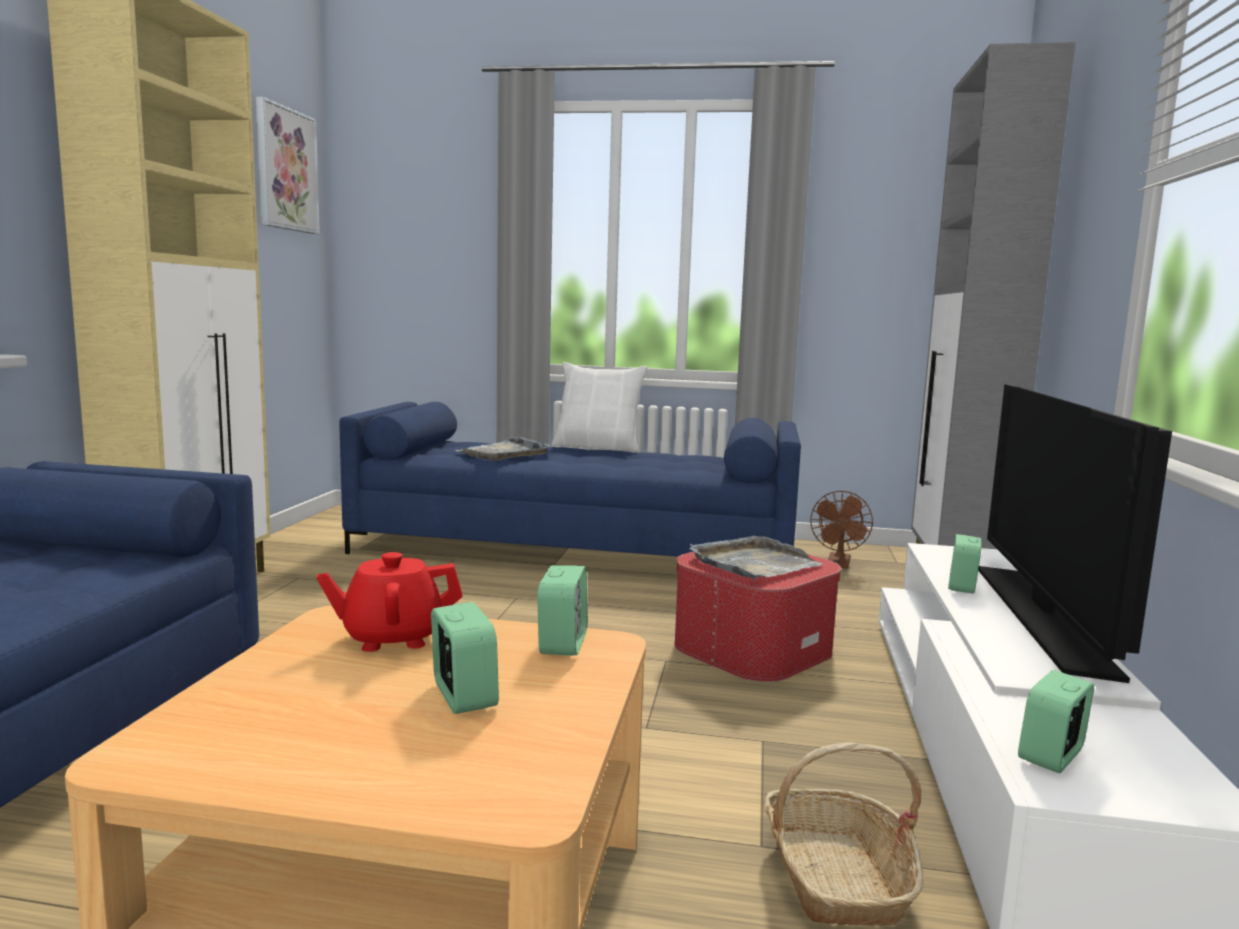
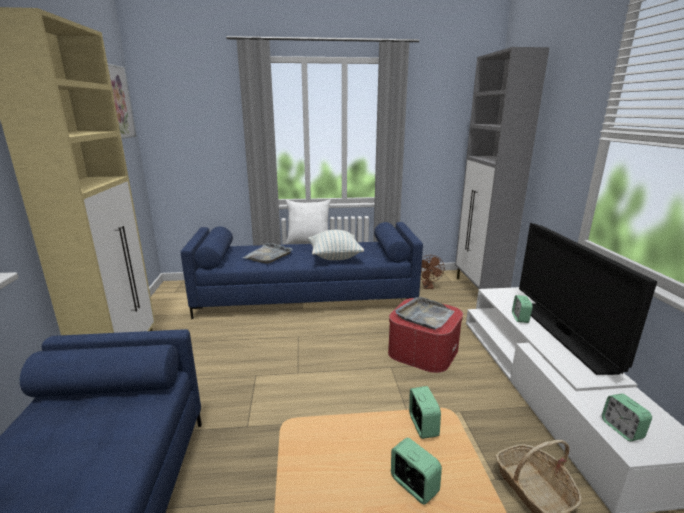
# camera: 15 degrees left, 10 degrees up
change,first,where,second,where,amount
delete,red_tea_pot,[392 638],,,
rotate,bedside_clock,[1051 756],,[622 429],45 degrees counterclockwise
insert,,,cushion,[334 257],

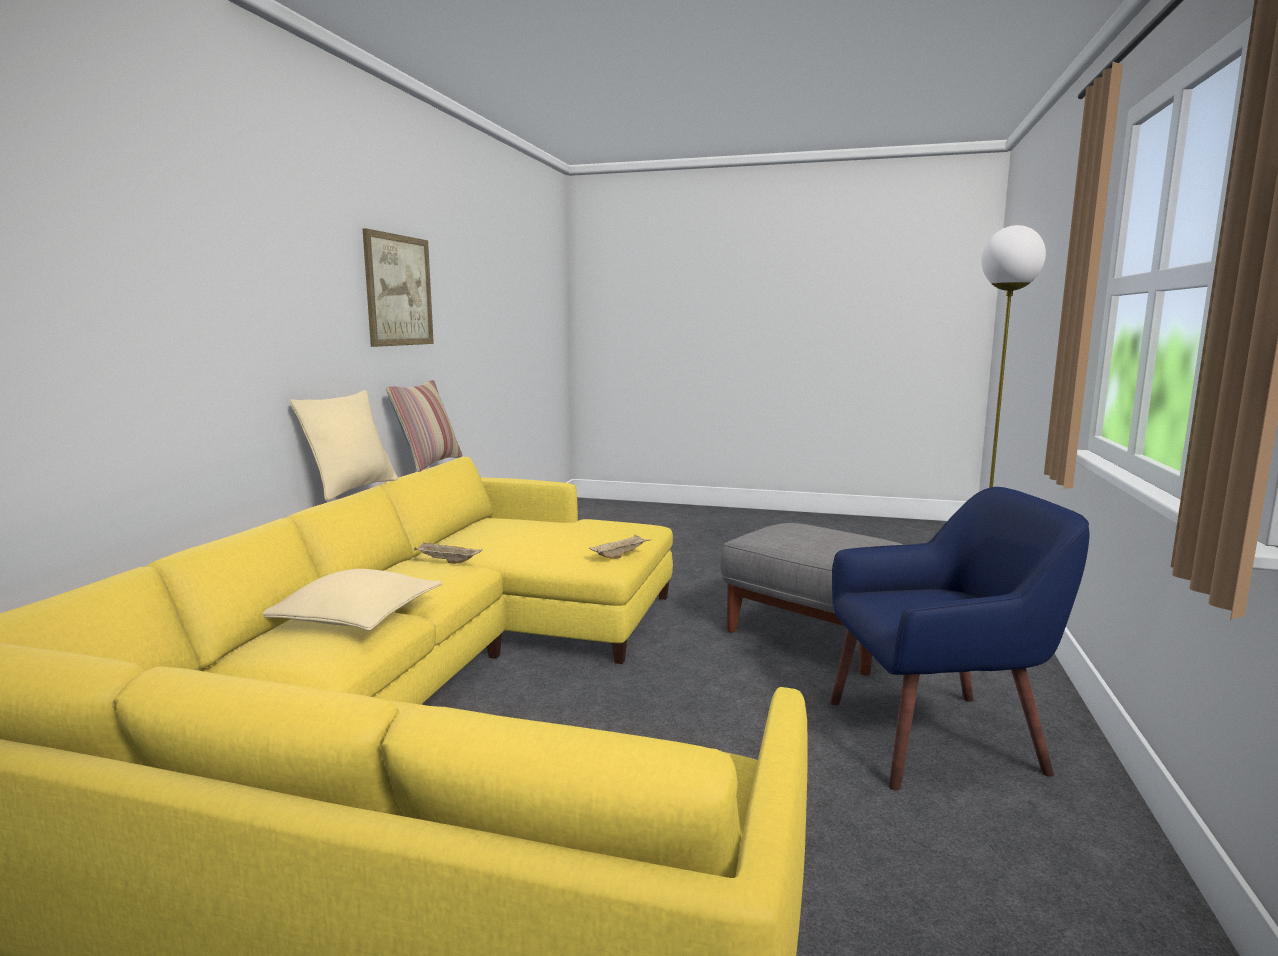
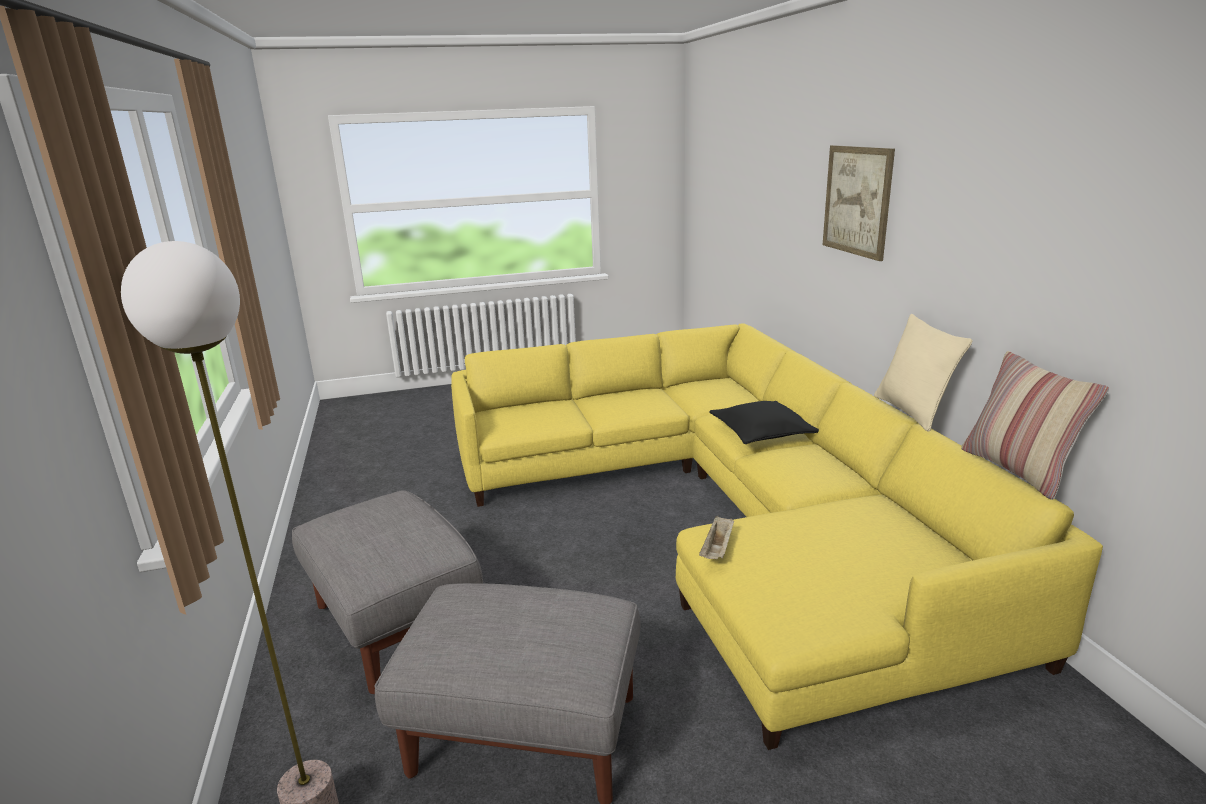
# camera: 150 degrees right, 10 degrees up
change,first,where,second,where,amount
recolor,beige-coloured_cushion,[356 616],blackish_cushion,[762 433],
move,wall_picture,[399 290],,[857 201],
delete,beige-coloured_serving_tray,[447 561],,,
replace,blue_lounge_chair,[936 737],gray_footrest,[396 624],

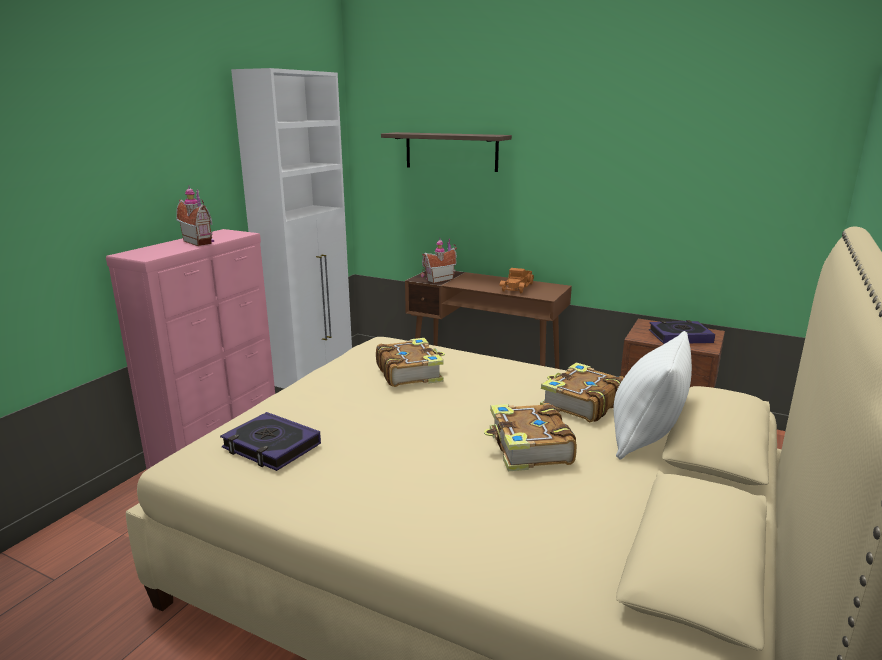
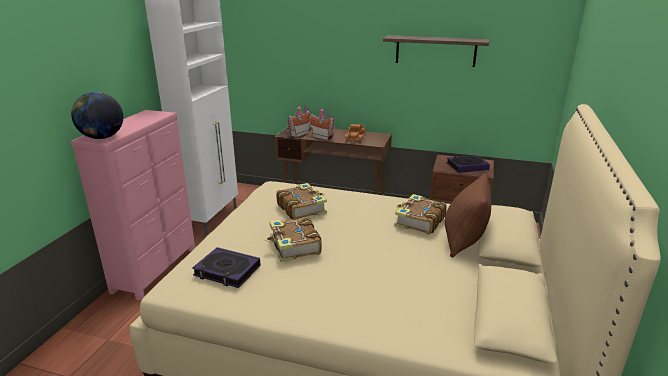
# camera: 10 degrees left, 5 degrees up
change,first,where,second,where,amount
move,toy_house,[200 242],,[323 137],
move,shelf,[451 151],,[435 51],
move,volume,[528 449],,[294 246],
recolor,white-coloured_cushion,[645 437],brown_cushion,[463 241],
insert,,,globe,[102 137],

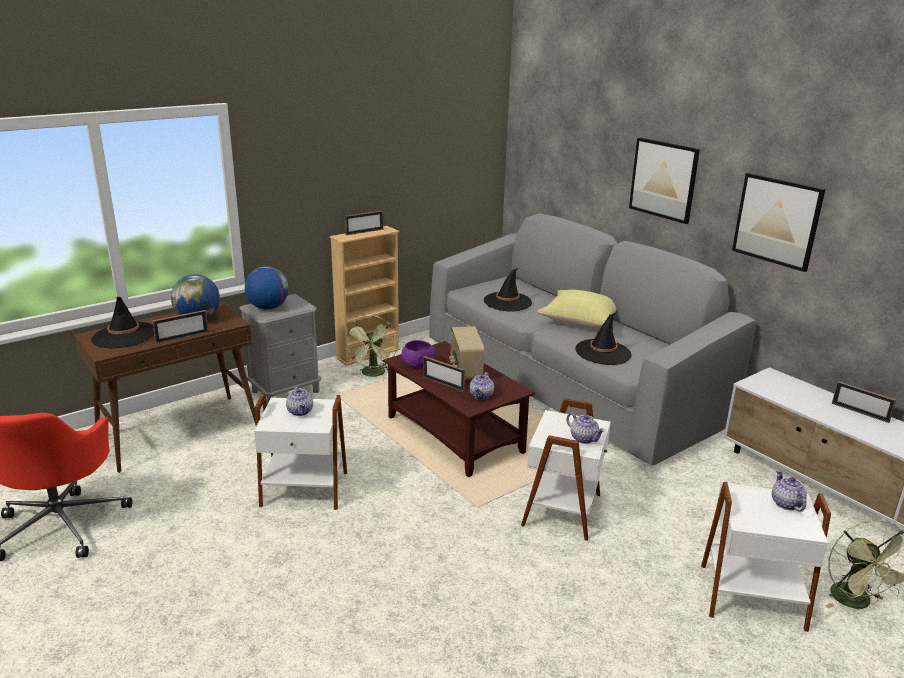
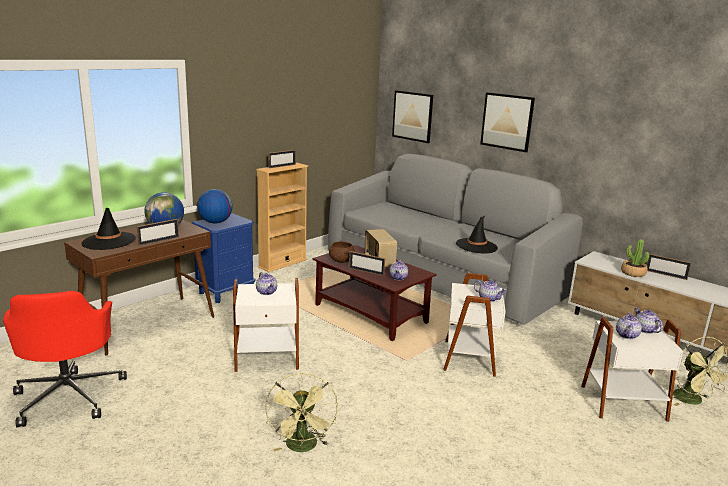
# camera: 10 degrees left, 5 degrees down
change,first,where,second,where,amount
recolor,gray_nightstand,[286 391],blue_nightstand,[226 291],
move,greenish_fan,[373 374],,[303 447],
recolor,purplish_deep_dish,[418 365],brown_deep_dish,[341 260],
delete,blackish_wearable_hat,[507 302],,,
delete,yellow-coloured_cushion,[582 322],,,
move,wall_picture,[777 221],,[412 116],
insert,,,tea_pot,[626 335],
insert,,,plant_in_a_pot,[633 273],

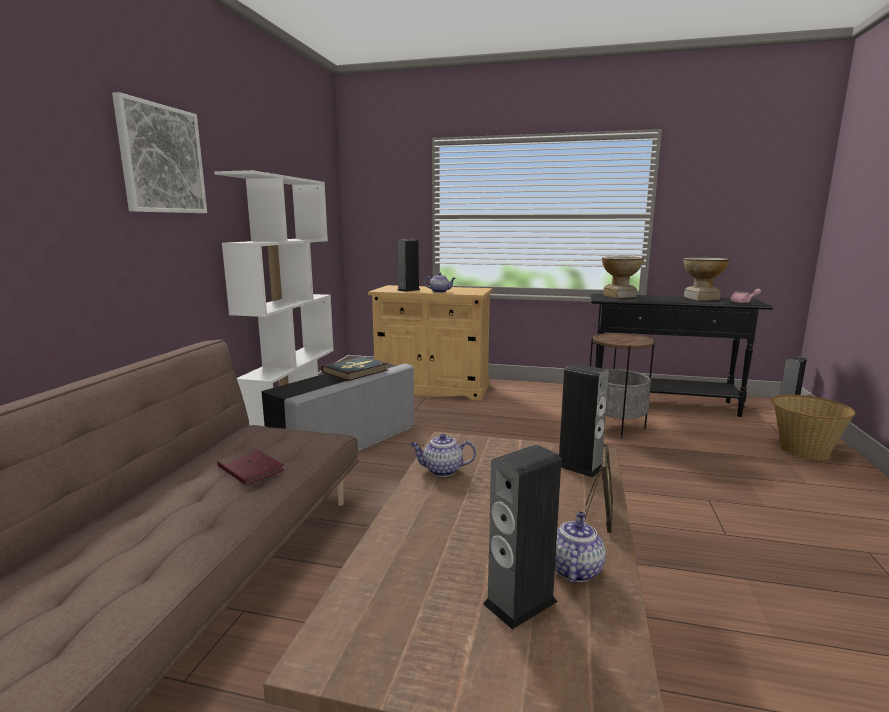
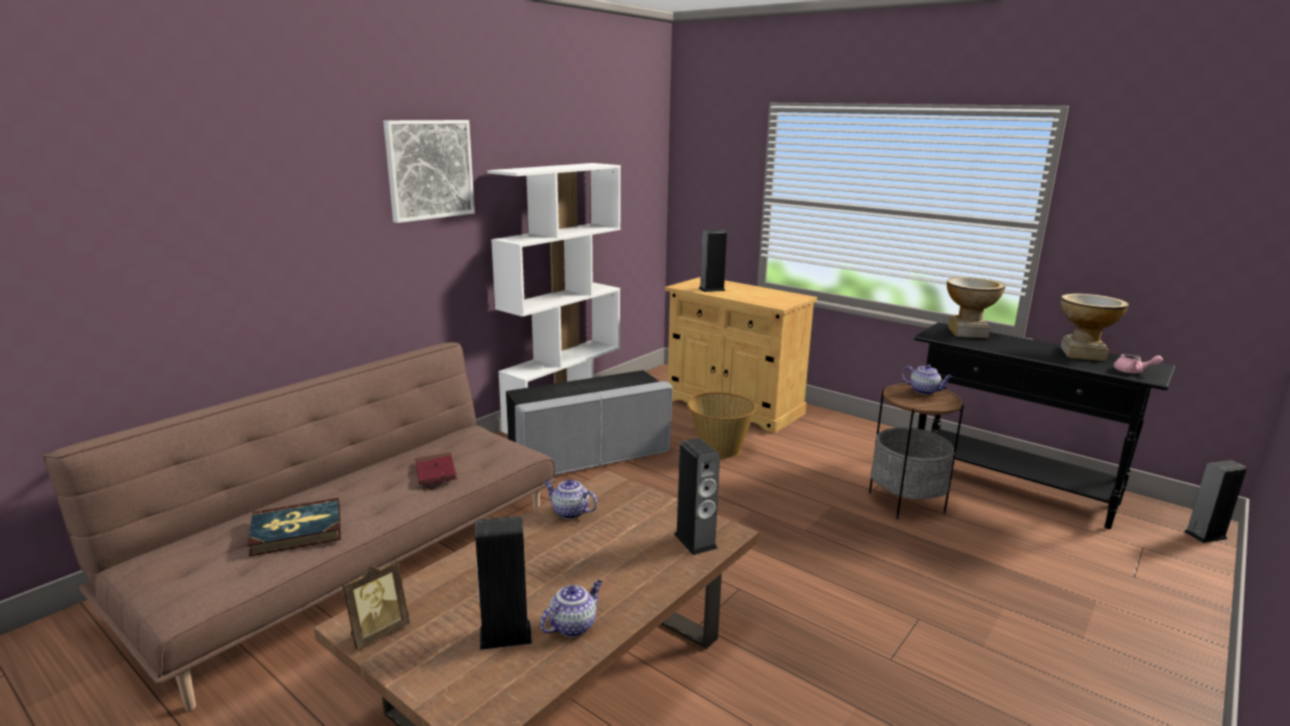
# camera: 25 degrees right, 5 degrees up
change,first,where,second,where,amount
move,volume,[355 371],,[297 530],
move,tea_pot,[440 291],,[924 391],
move,photo_frame,[598 519],,[377 632],
move,storage_basket,[803 451],,[719 449],

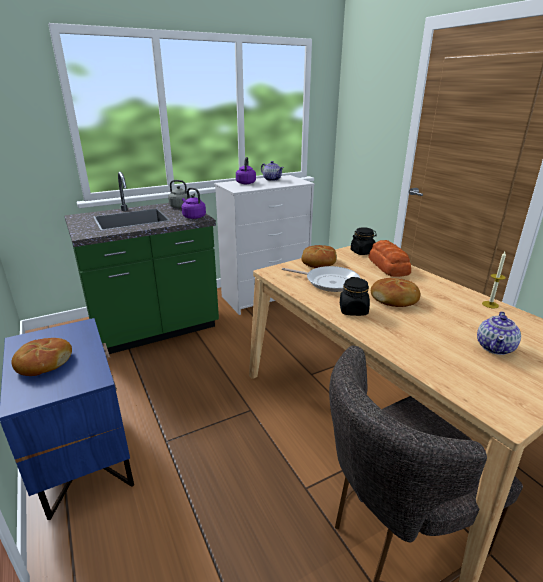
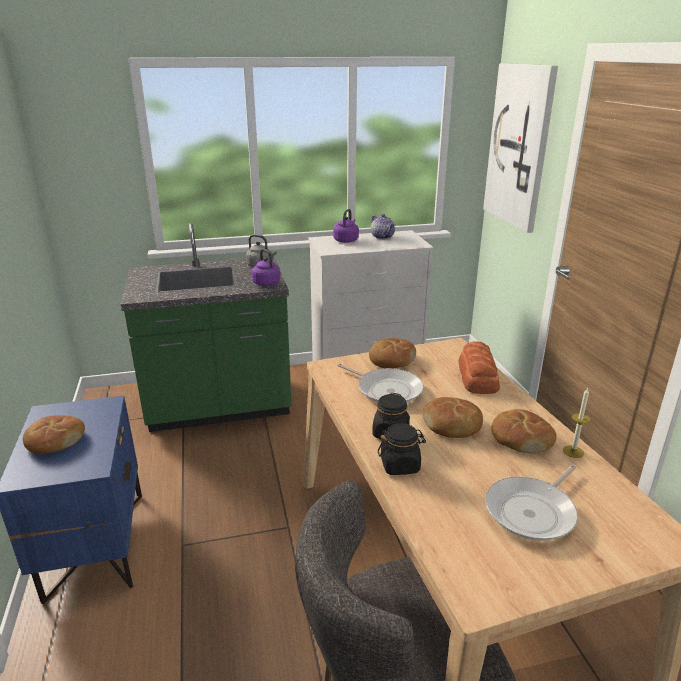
# camera: 15 degrees right, 0 degrees up
change,first,where,second,where,amount
move,blackish_preserve_jar,[362 252],,[400 465],
replace,tea_pot,[495 347],skillet,[533 511],
insert,,,wall_picture,[519 146],
insert,,,bakery_bread,[520 439],

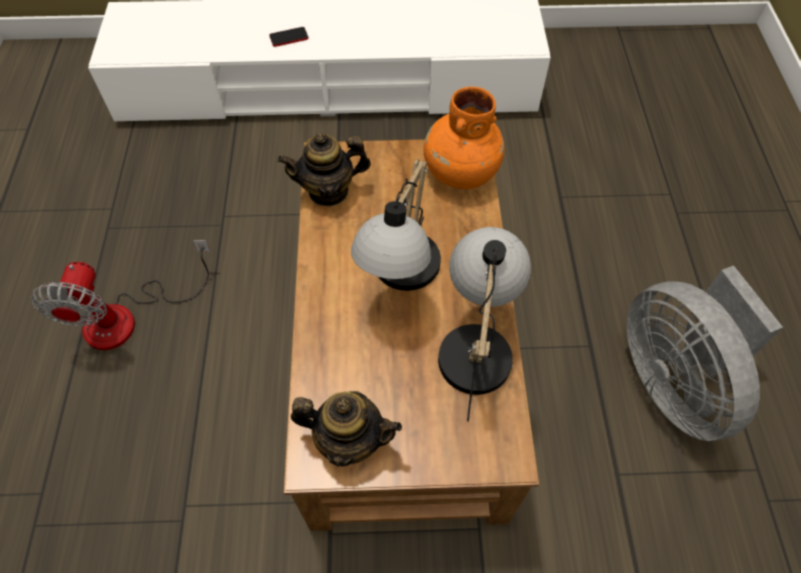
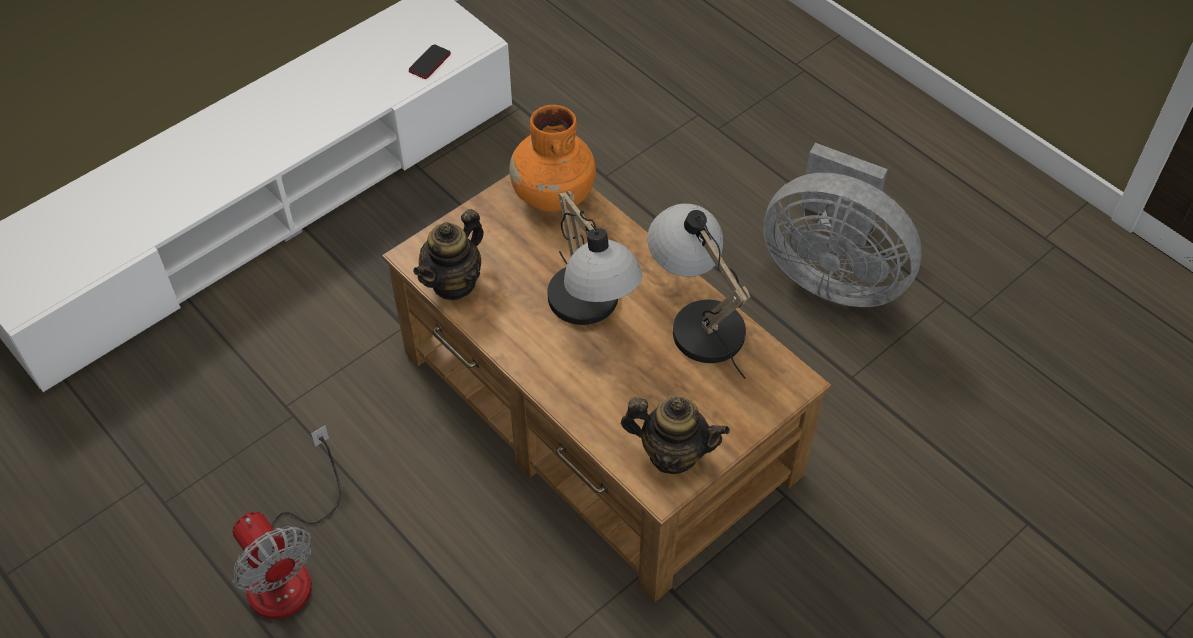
# camera: 40 degrees left, 5 degrees down
change,first,where,second,where,amount
move,handset,[289 37],,[430 62],
rotate,tea_pot,[349 439],,[672 453],45 degrees clockwise

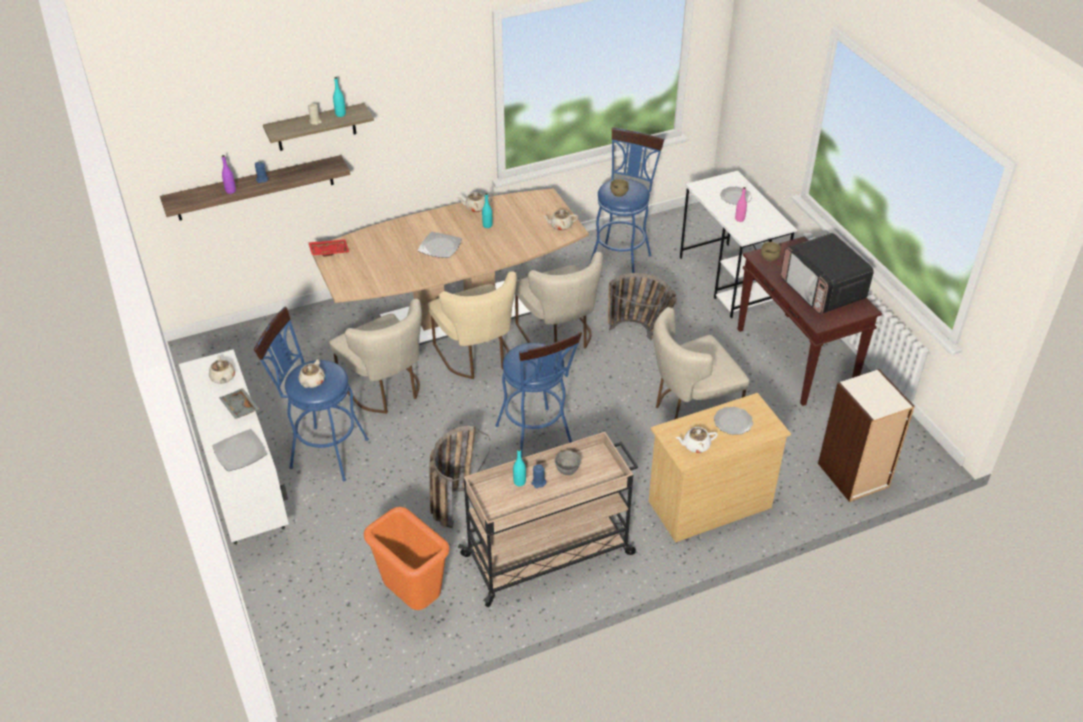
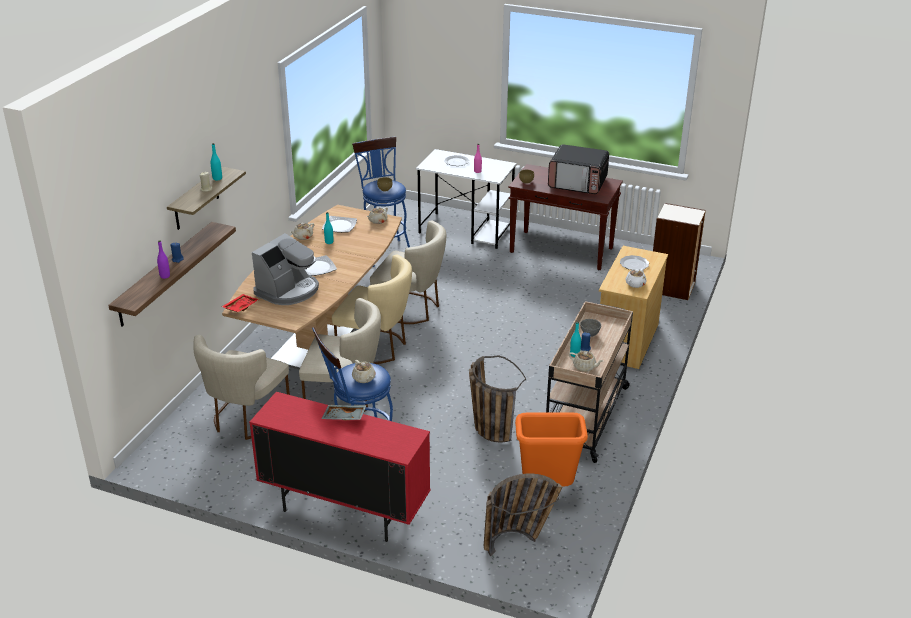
# camera: 45 degrees left, 10 degrees down
change,first,where,second,where,amount
recolor,white-coloured_cabinet,[245 493],red_cabinet,[344 511],
move,beige-coloured_tea_pot,[223 378],,[584 367],
move,plate,[240 452],,[340 226],
delete,blue_sitting_stool,[537 439],,,
move,storage_basket,[641 333],,[519 540],
move,beige-coloured_chair,[690 410],,[245 419],
insert,,,coffee_brewer,[288 290],

